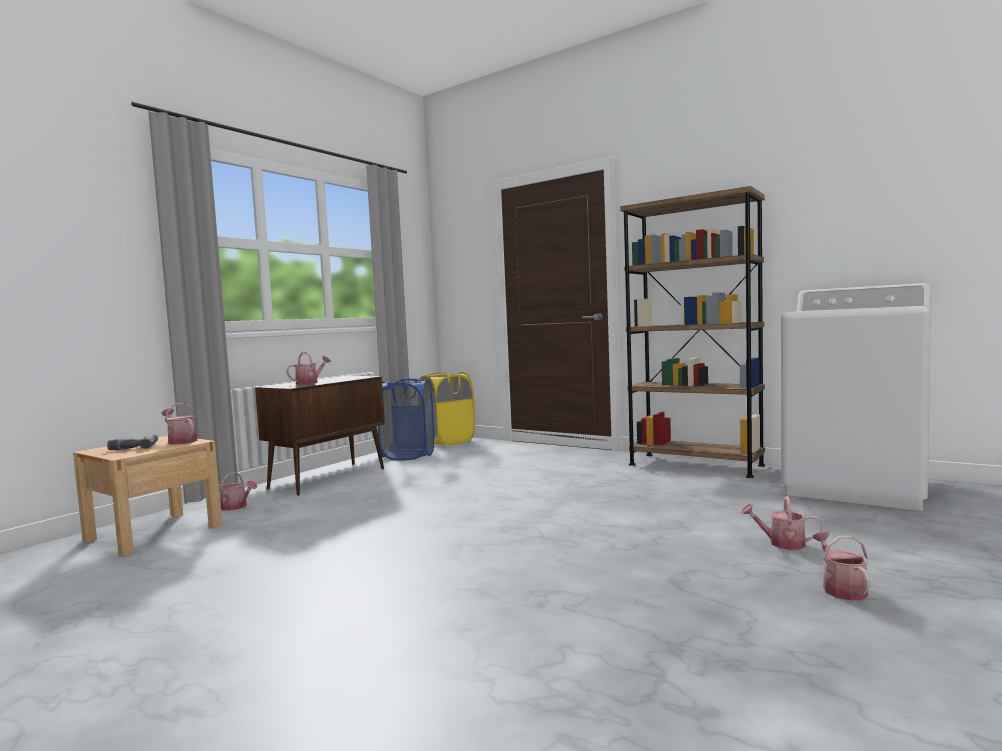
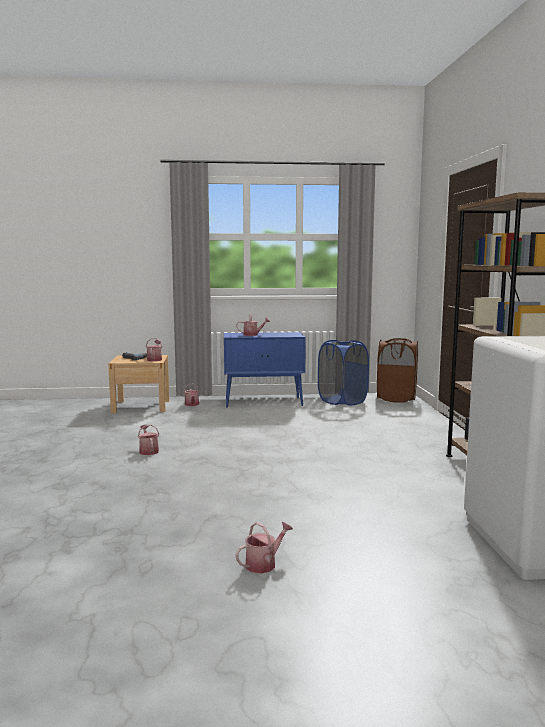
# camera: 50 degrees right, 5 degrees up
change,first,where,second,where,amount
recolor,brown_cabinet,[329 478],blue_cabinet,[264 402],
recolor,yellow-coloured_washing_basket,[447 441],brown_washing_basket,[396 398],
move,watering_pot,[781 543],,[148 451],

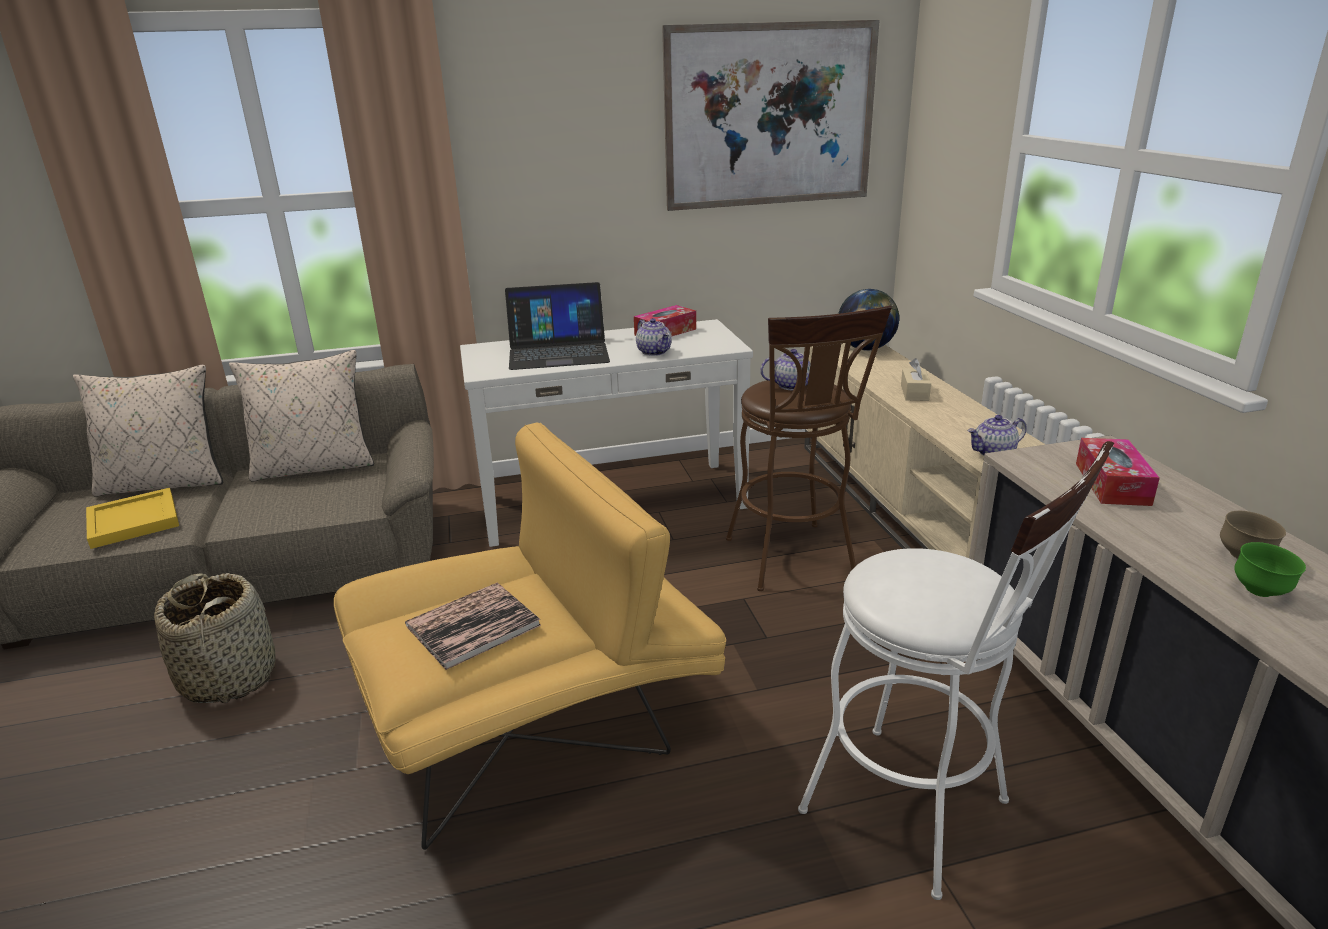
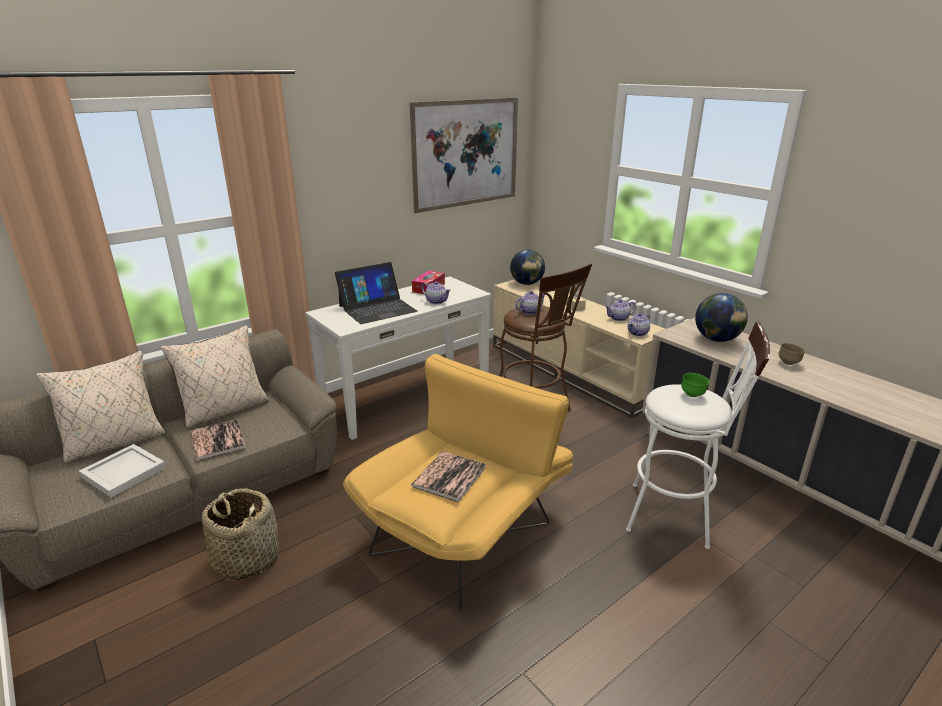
# camera: 25 degrees left, 0 degrees up
change,first,where,second,where,amount
recolor,yellow-coloured_serving_tray,[132 521],white-coloured_serving_tray,[122 472],
replace,box_of_tissues,[1112 483],globe,[716 340],
move,greenish_deep_dish,[1260 592],,[693 395],
insert,,,volume,[218 441],
insert,,,tea_pot,[618 318],

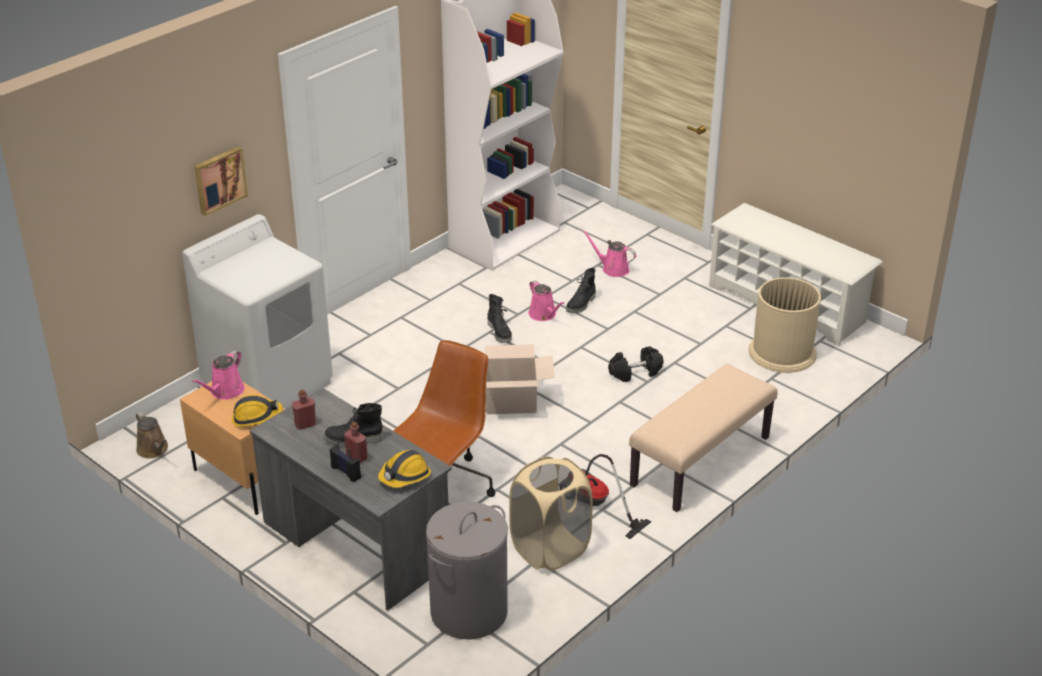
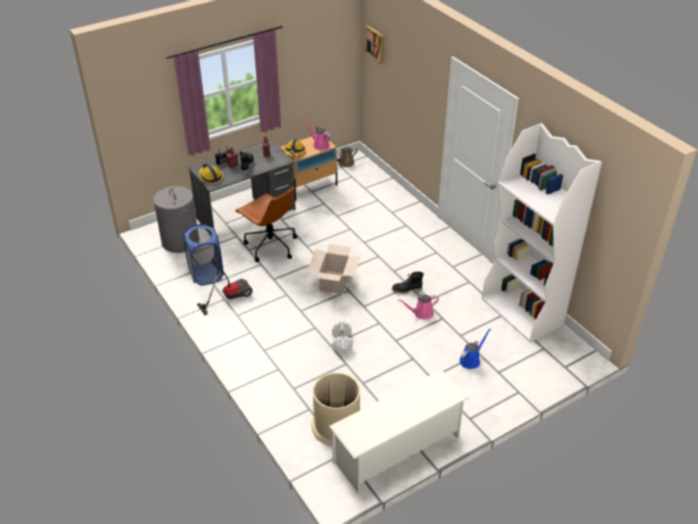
# camera: 105 degrees right, 5 degrees up
change,first,where,second,where,amount
delete,white-coloured_laundry_machine,[268 383],,,
move,wall_picture,[219 180],,[375 44],
recolor,beige-coloured_washing_basket,[550 549],blue_washing_basket,[206 274],
delete,blackish_boot,[581 304],,,
recolor,pinkish_watering_pot,[613 269],blue_watering_pot,[471 360],
recolor,blackish_dumbbell,[635 373],white-coloured_dumbbell,[342 342],
delete,beige-coloured_indoor_bench,[701 462],,,

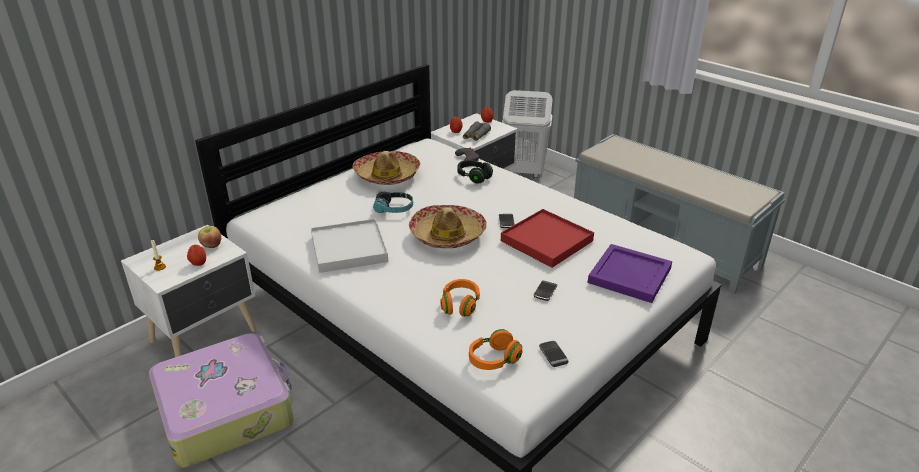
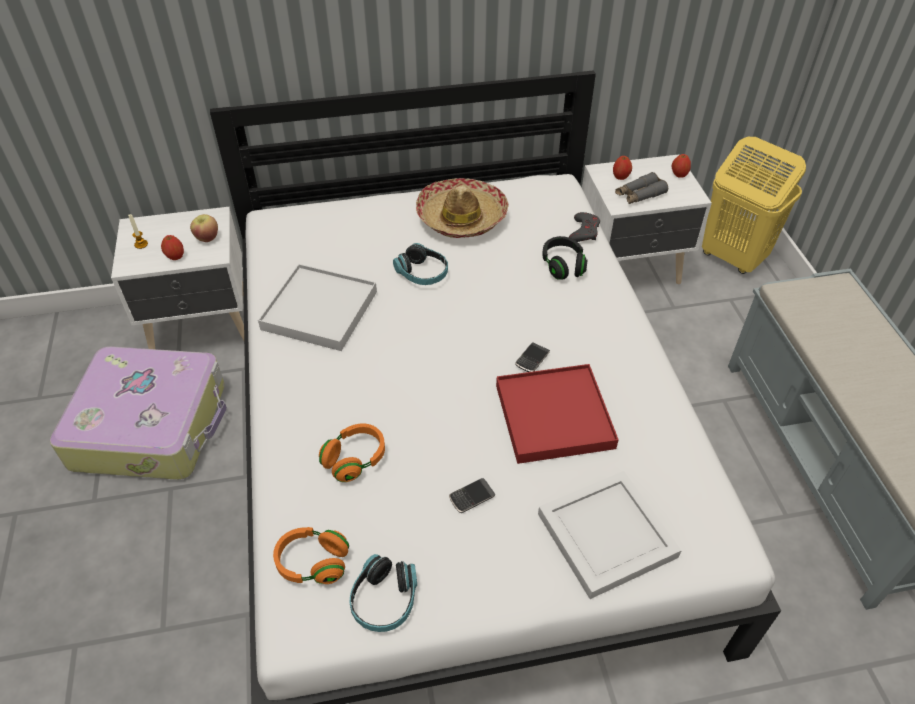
# camera: 35 degrees right, 15 degrees up
change,first,where,second,where,amount
delete,wearable_hat,[447 234],,,
recolor,white-coloured_washing_basket,[523 172],yellow-coloured_washing_basket,[732 257],
replace,handset,[553 355],headphones,[384 600],
recolor,purplish_serving_tray,[631 275],white-coloured_serving_tray,[609 536],

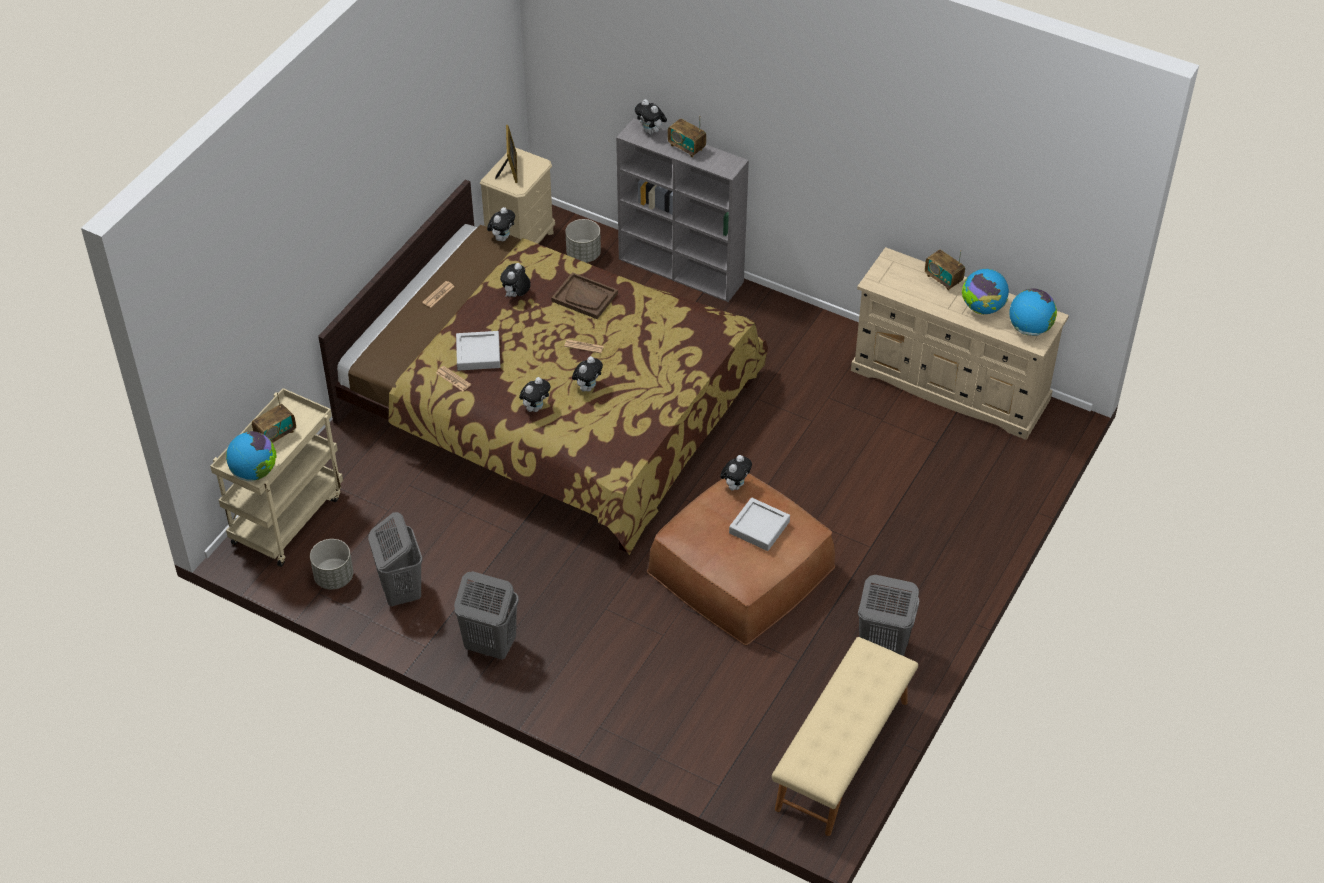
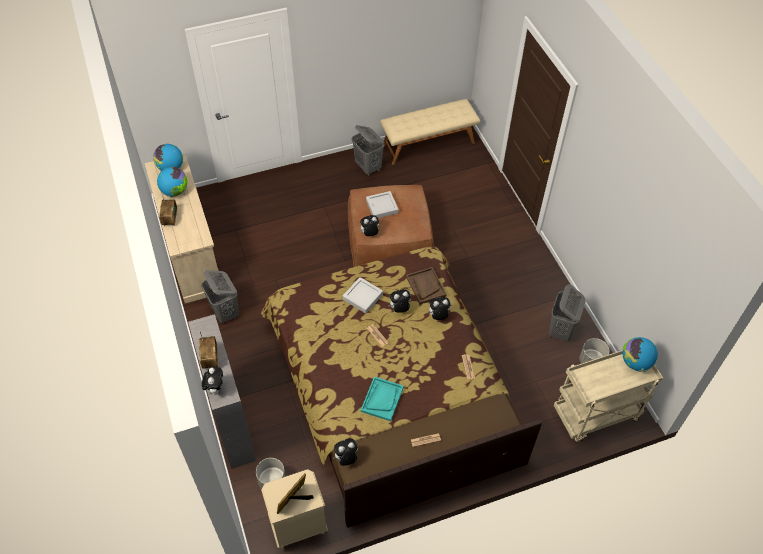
# camera: 140 degrees left, 5 degrees up
change,first,where,second,where,amount
delete,radio_receiver,[276 434],,,
move,gray_washing_basket,[490 645],,[225 313],
move,gray_serving_tray,[478 354],,[362 297],
replace,plush_toy,[516 295],blue-green_serving_tray,[382 399],
move,brown_serving_tray,[585 297],,[425 286],

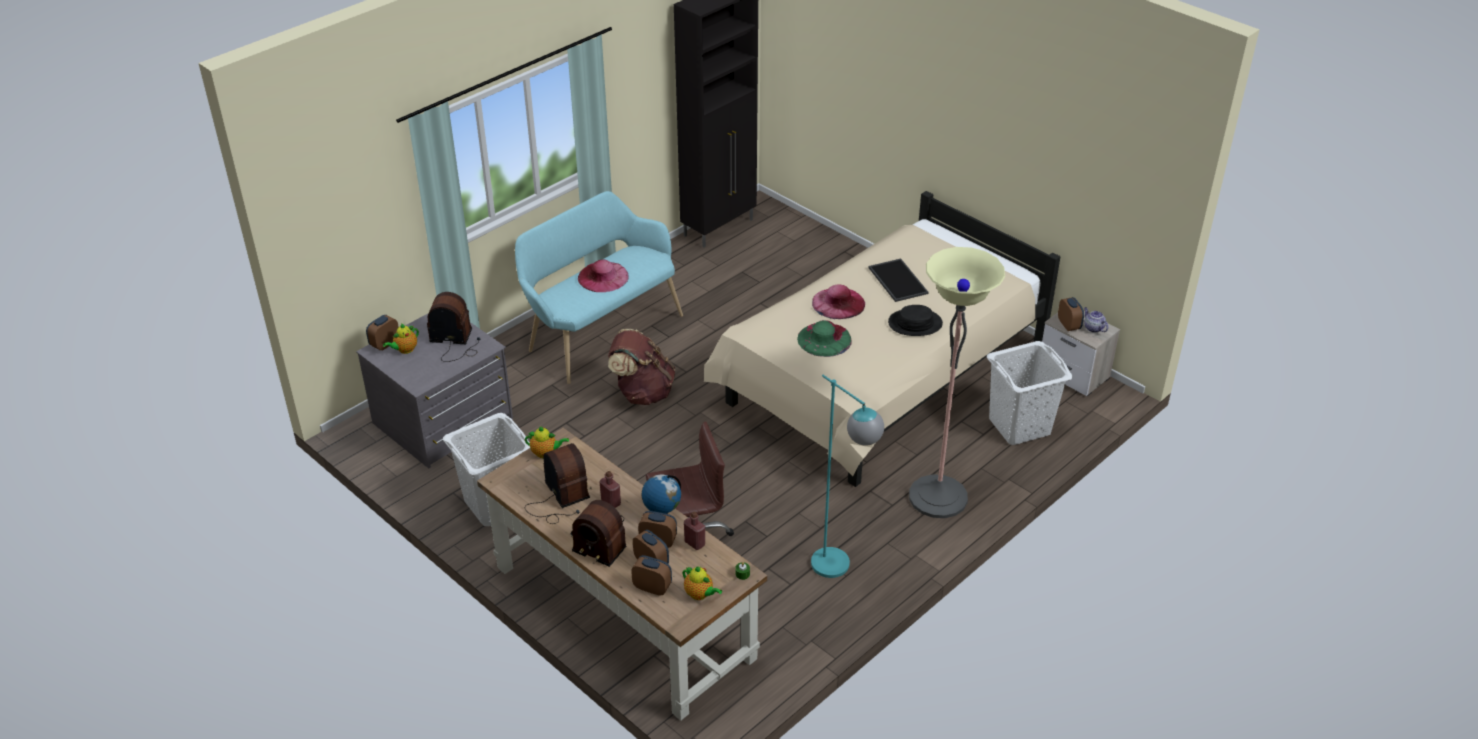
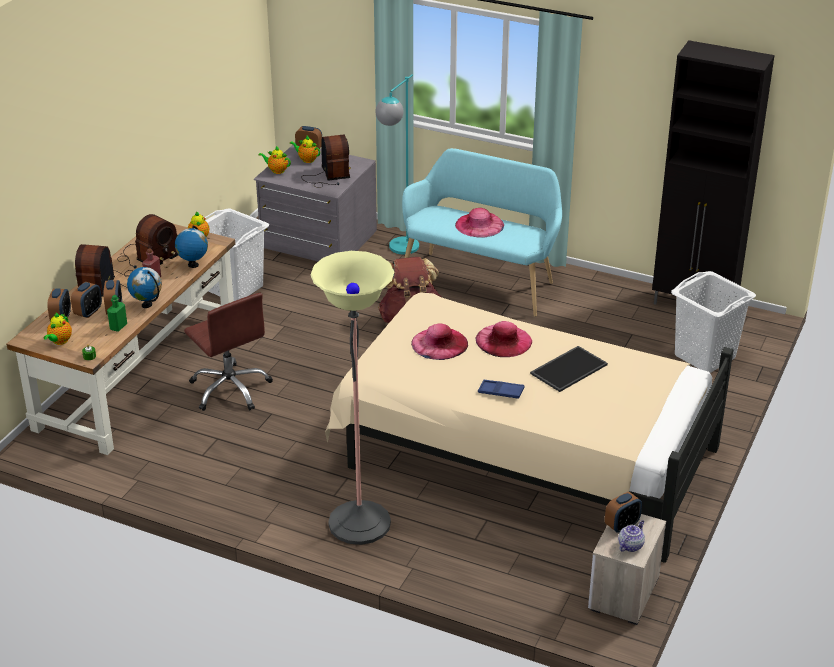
# camera: 70 degrees right, 5 degrees down
change,first,where,second,where,amount
recolor,red_beverage_bottle,[694 543],greenish_beverage_bottle,[118 327],
recolor,greenish_wearable_hat,[824 339],pinkish_wearable_hat,[439 343],
move,blue-green_standard_lamp,[840 571],,[399 251],
replace,blackish_wearable_hat,[915 323],blue_serving_tray,[501 392],
move,white-coloured_washing_basket,[1020 426],,[704 356],
insert,,,globe,[193 265],
insert,,,tea_pot,[276 170],

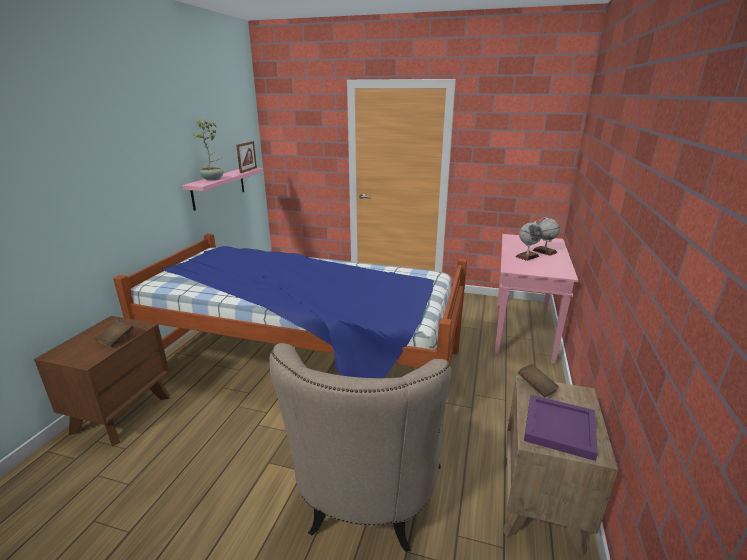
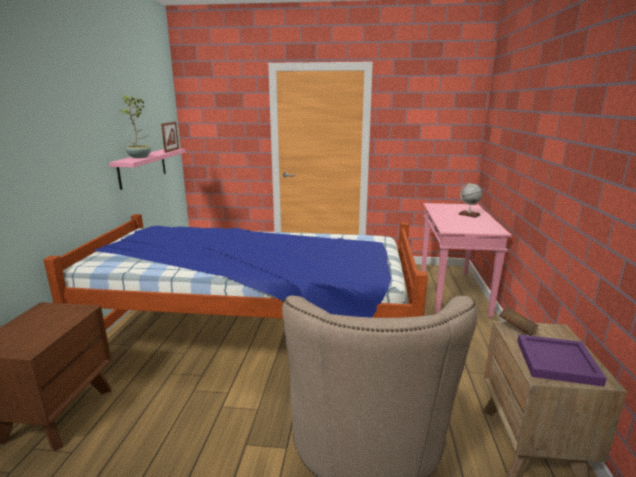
# camera: 10 degrees left, 5 degrees down
change,first,where,second,where,amount
delete,brown_volume,[117 340],,,
delete,globe,[527 256],,,

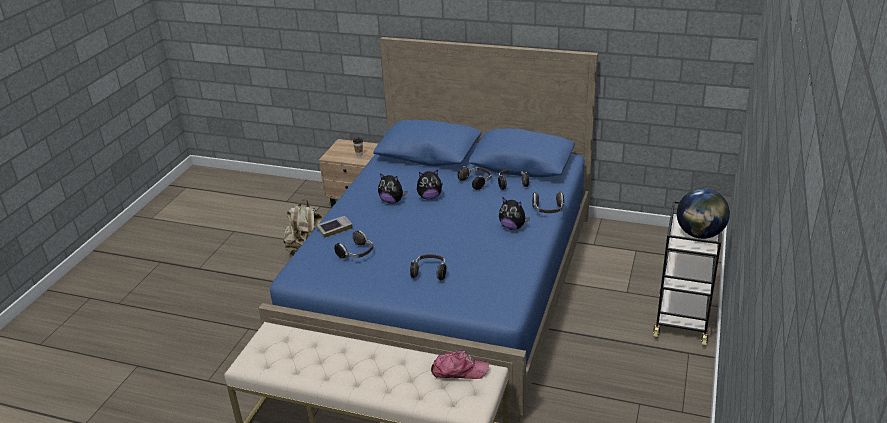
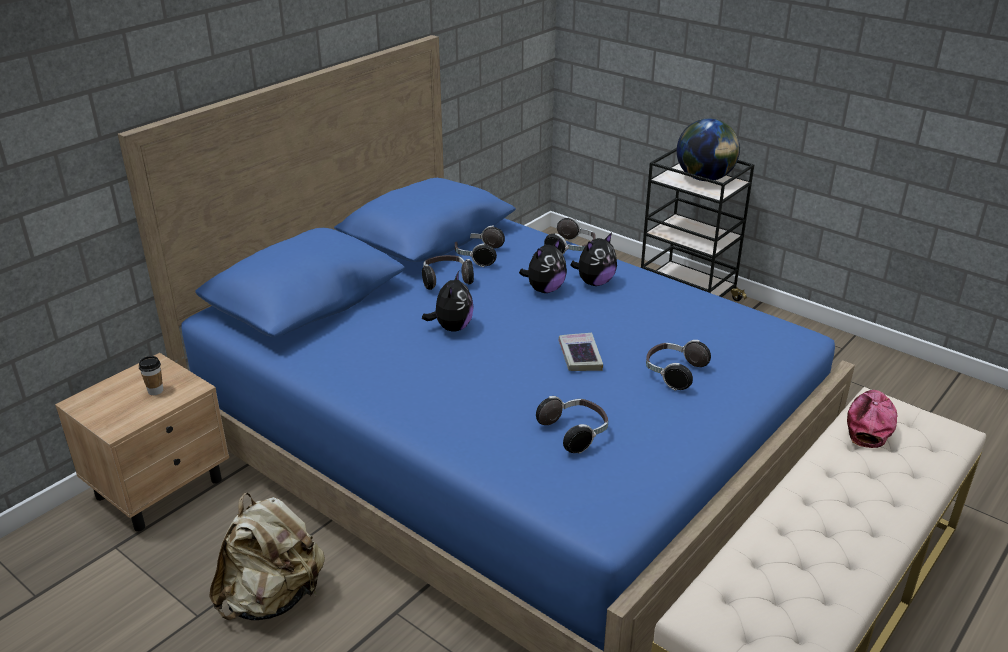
# camera: 70 degrees left, 0 degrees up
change,first,where,second,where,amount
move,volume,[334 228],,[580 356],
move,plush_toy,[392 201],,[544 289],

